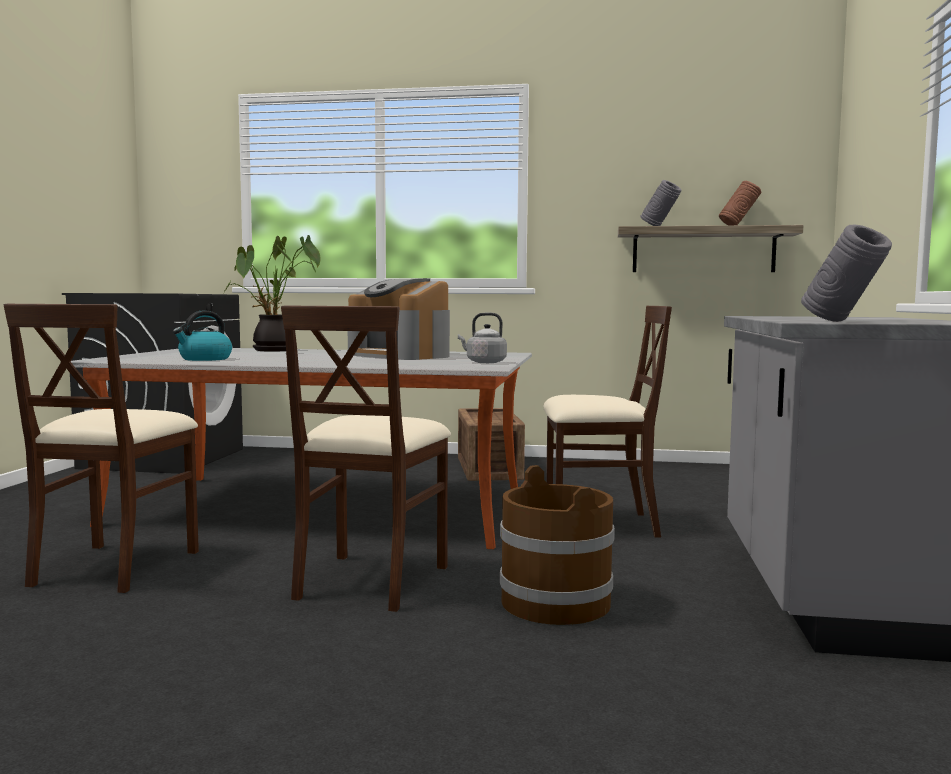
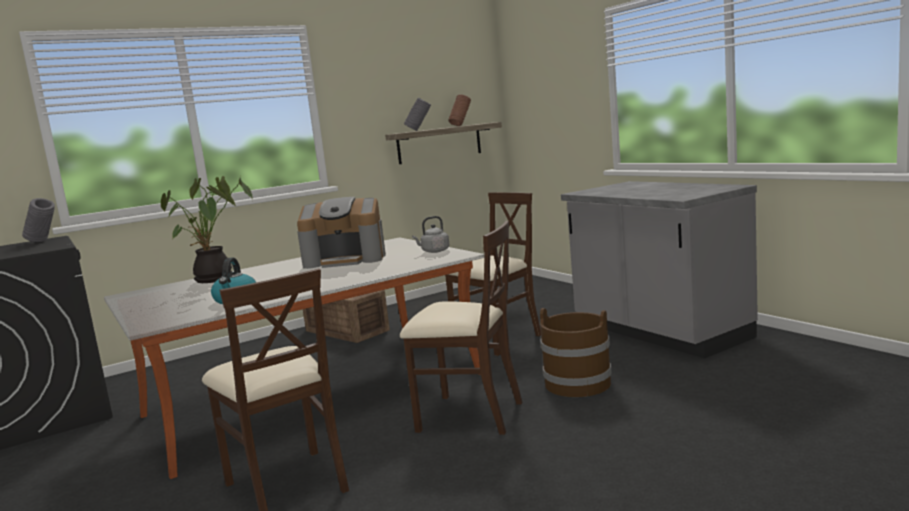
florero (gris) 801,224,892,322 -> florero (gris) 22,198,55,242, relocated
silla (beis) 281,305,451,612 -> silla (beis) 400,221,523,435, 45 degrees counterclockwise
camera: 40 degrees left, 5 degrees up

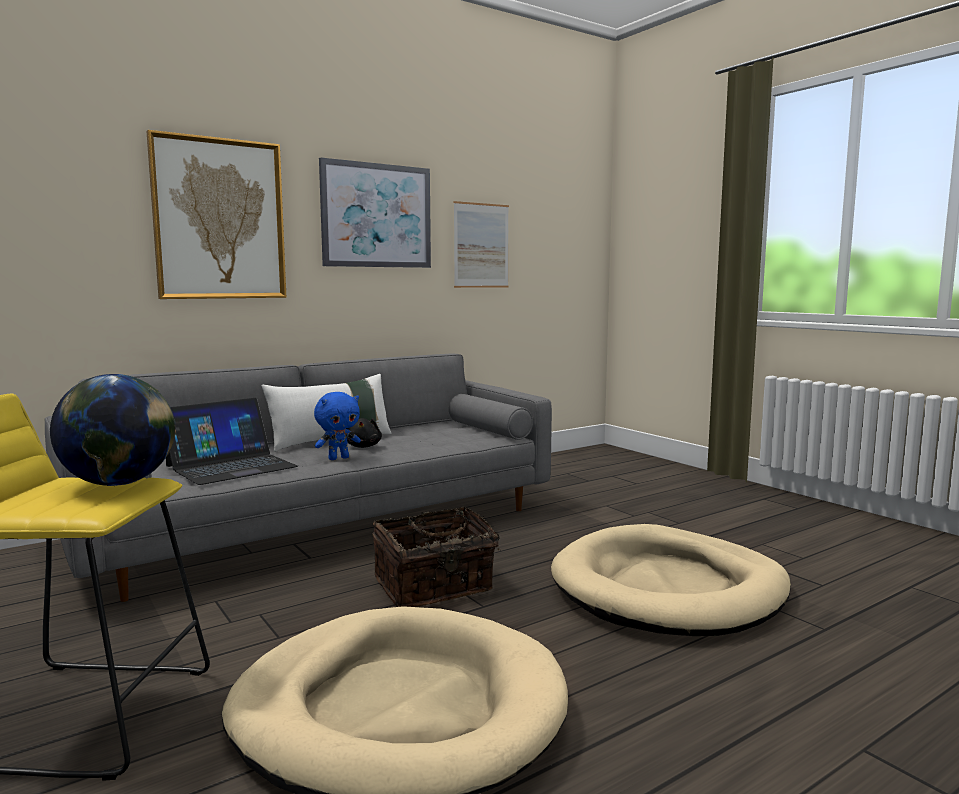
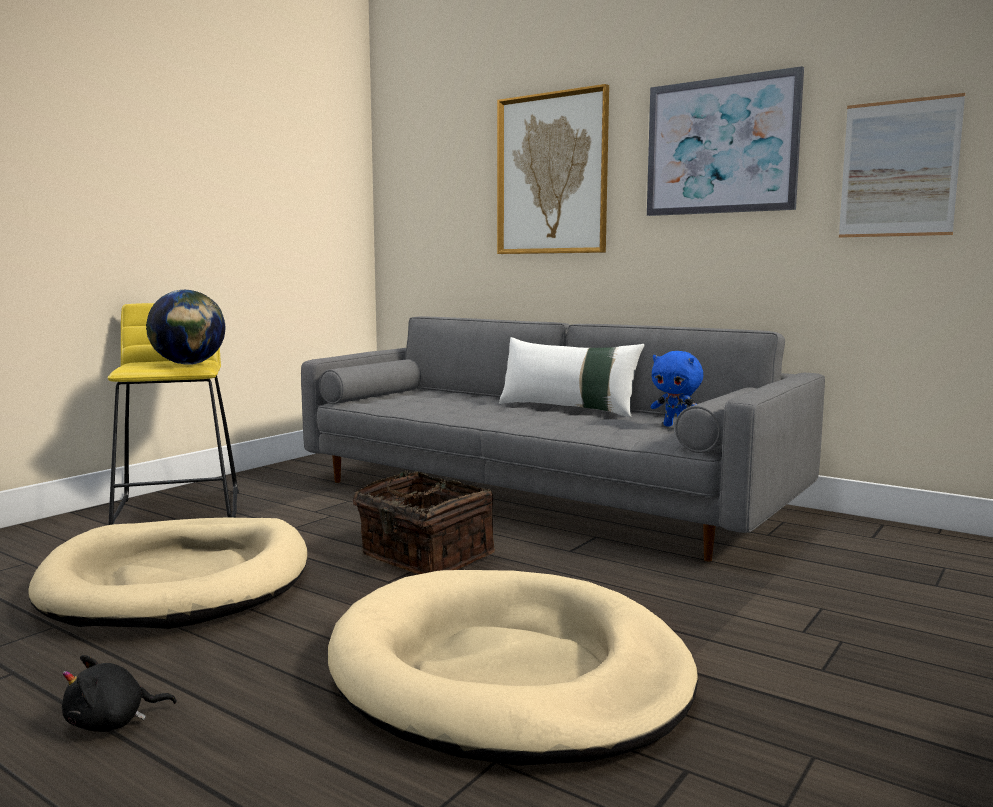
peluche (azul) 314,392,361,460 -> peluche (azul) 651,351,703,427, relocated
portátil 166,398,298,485 -> none
peluche (negro) 346,418,382,448 -> peluche (negro) 62,655,177,732, relocated
camera: 70 degrees right, 0 degrees up

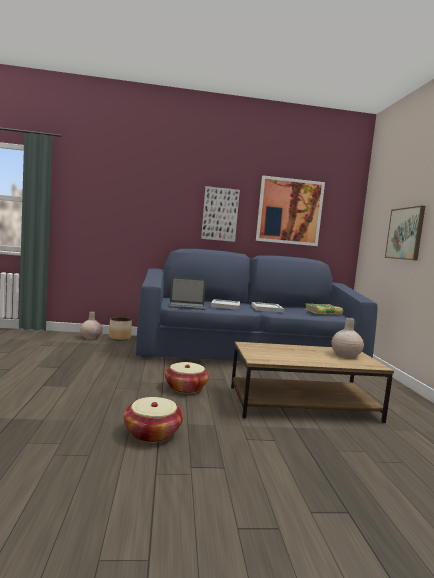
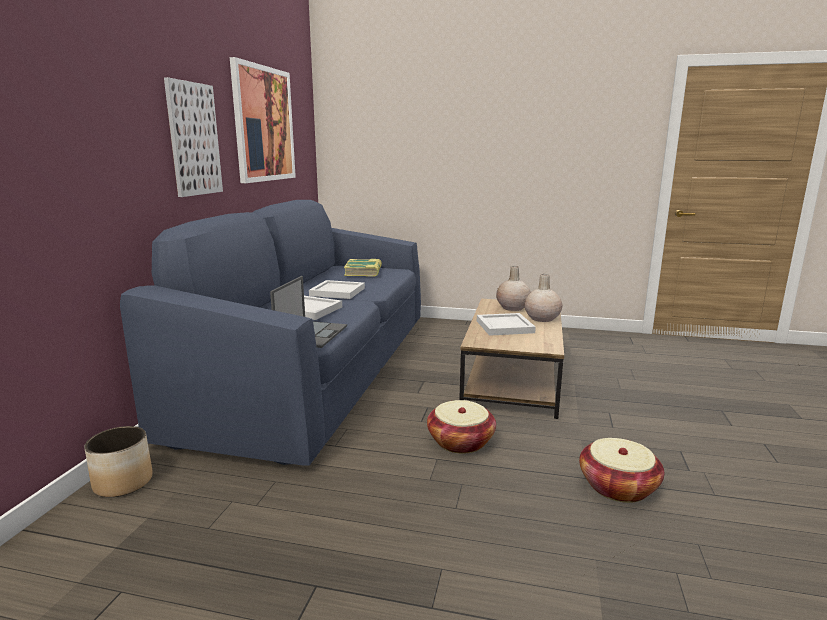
cuadro 385,206,425,261 -> none
florero (beis) 80,311,103,339 -> florero (beis) 525,274,562,322, relocated
none -> bandeja (blanco) 477,313,536,336
camera: 70 degrees left, 10 degrees up

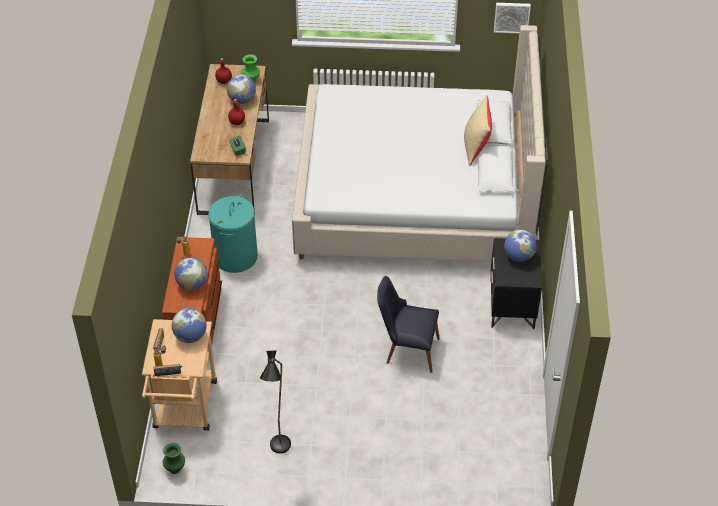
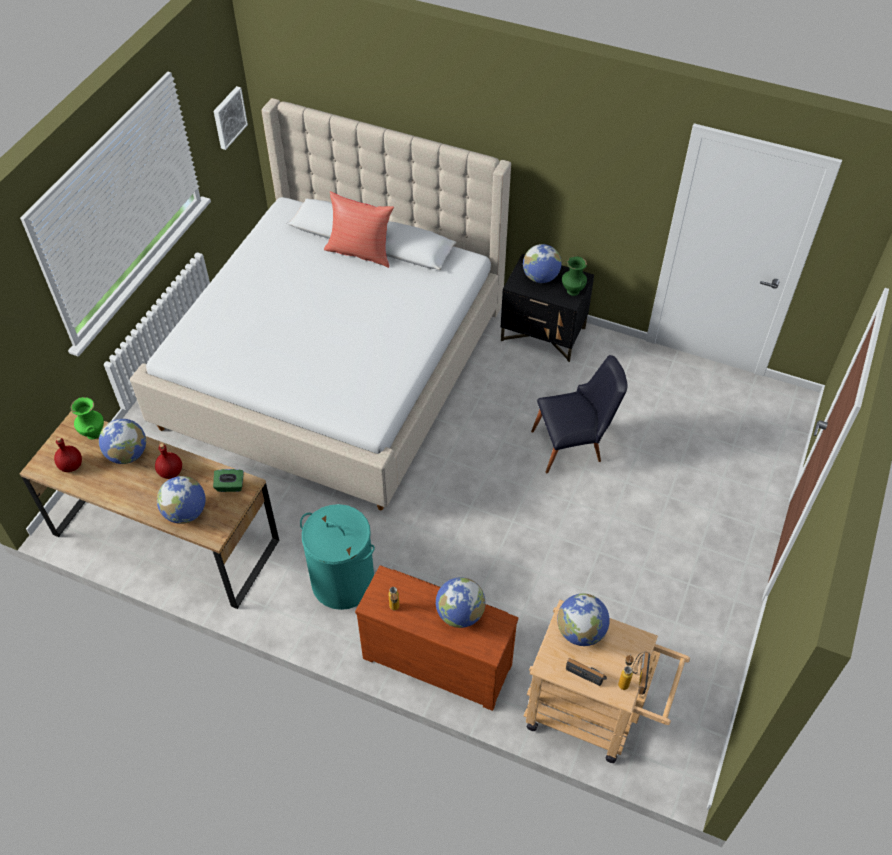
cojín (beis) 464,96,492,166 -> cojín (rojo) 324,191,394,268
silla (negro) 377,276,440,373 -> silla (negro) 531,355,627,473, 135 degrees counterclockwise
lámpara de pie (negro) 260,350,291,453 -> none
florero (verde) 163,443,185,474 -> florero (verde) 562,256,587,296, relocated
none -> globo terráqueo 157,476,206,524
camera: 70 degrees left, 5 degrees up

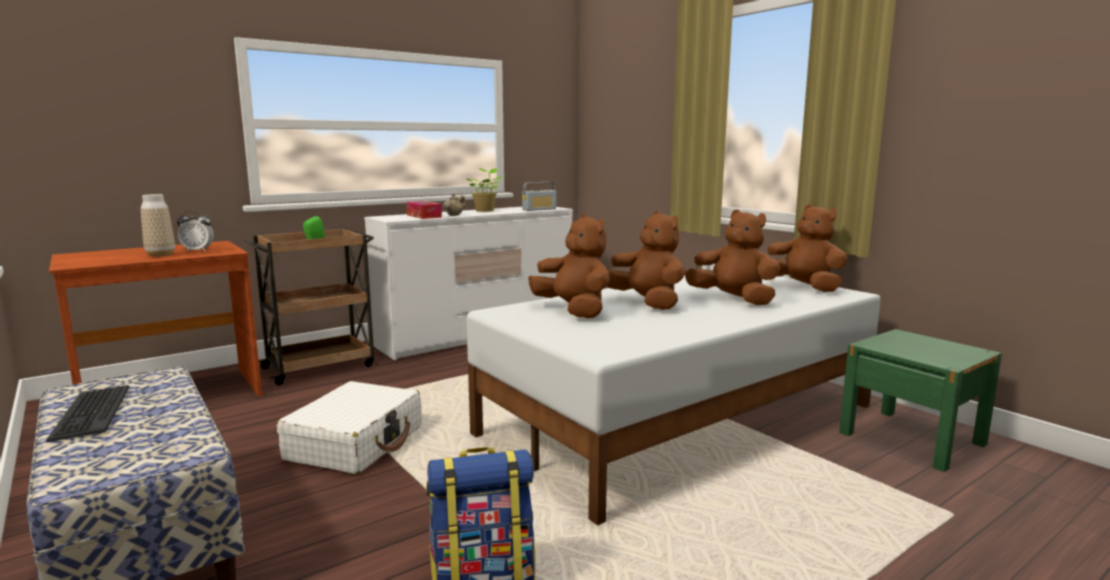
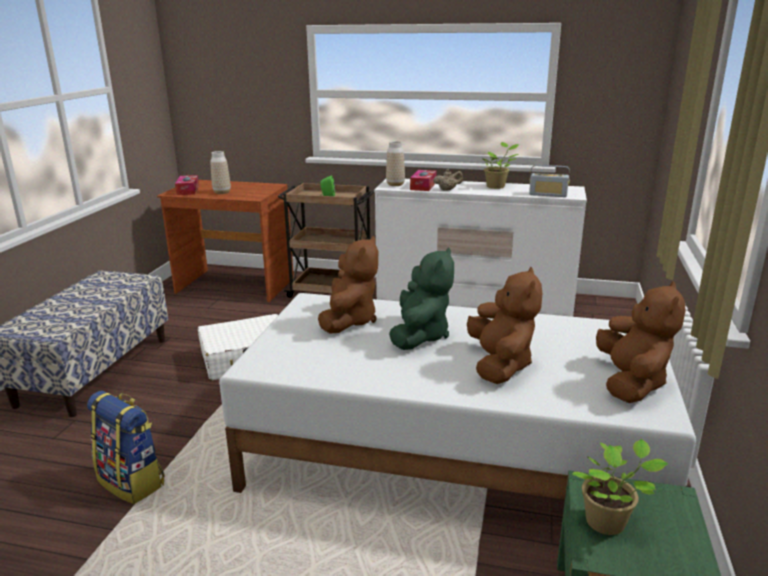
despertador 177,210,214,252 -> none
peluche (marrón) 607,211,685,310 -> peluche (verde) 389,247,454,350
teclado 47,385,129,442 -> none
none -> florero 386,141,405,186
none -> caja de pañuelos 175,175,199,195
none -> planta en maceta 572,439,668,535
camera: 50 degrees right, 10 degrees up

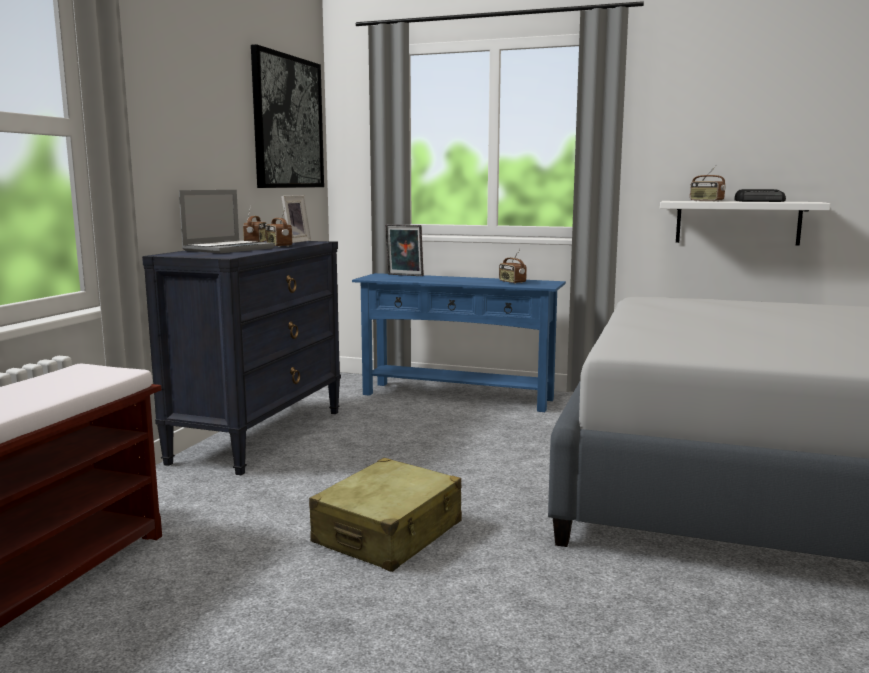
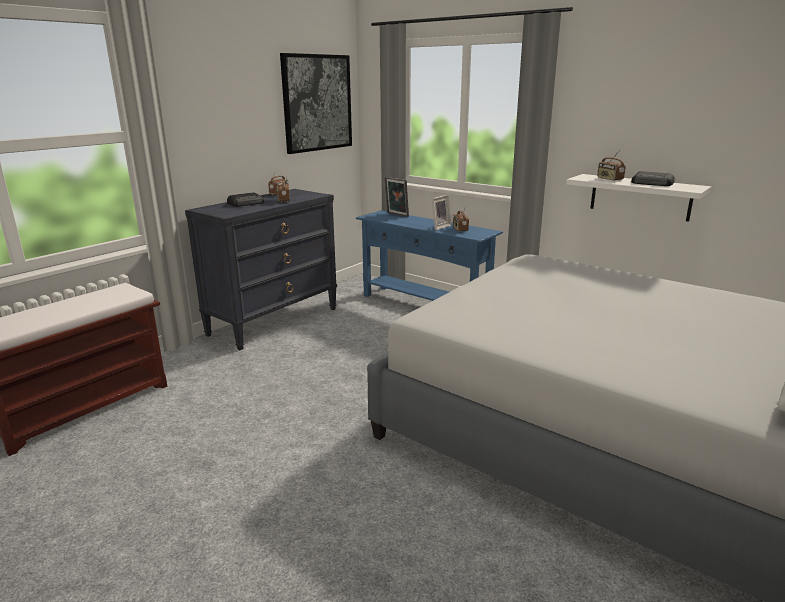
portátil 179,190,275,253 -> radio 227,192,264,207
portarretratos 281,195,311,243 -> portarretratos 432,195,451,230, relocated
maleta (beis) 309,458,462,572 -> none
camera: 20 degrees right, 10 degrees up

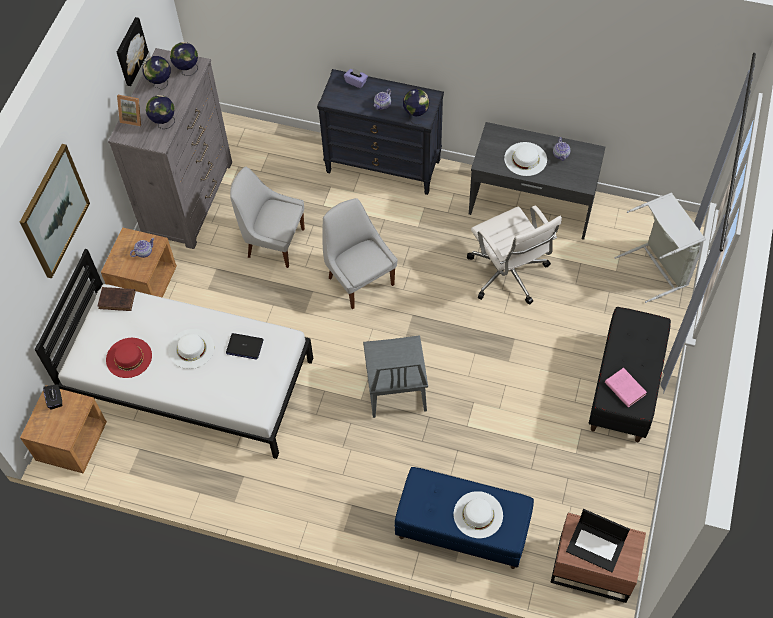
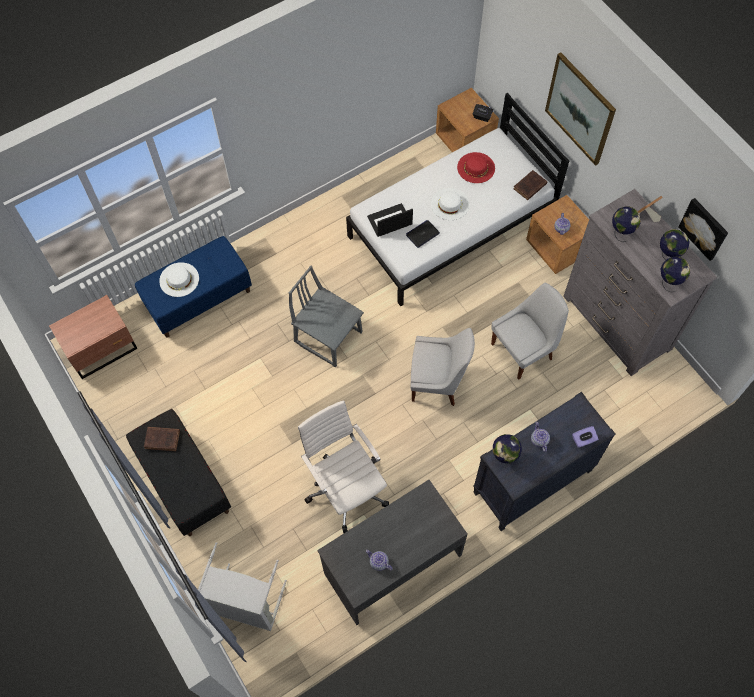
sombrero (blanco) 504,142,547,176 -> none
silla de oficina (blanco) 467,205,562,304 -> silla de oficina (blanco) 298,400,389,533, 45 degrees clockwise
libro (rosa) 605,368,647,407 -> libro (marrón) 144,427,180,451
portátil 566,509,630,572 -> portátil 367,203,413,237, relocated
camera: 130 degrees right, 5 degrees up

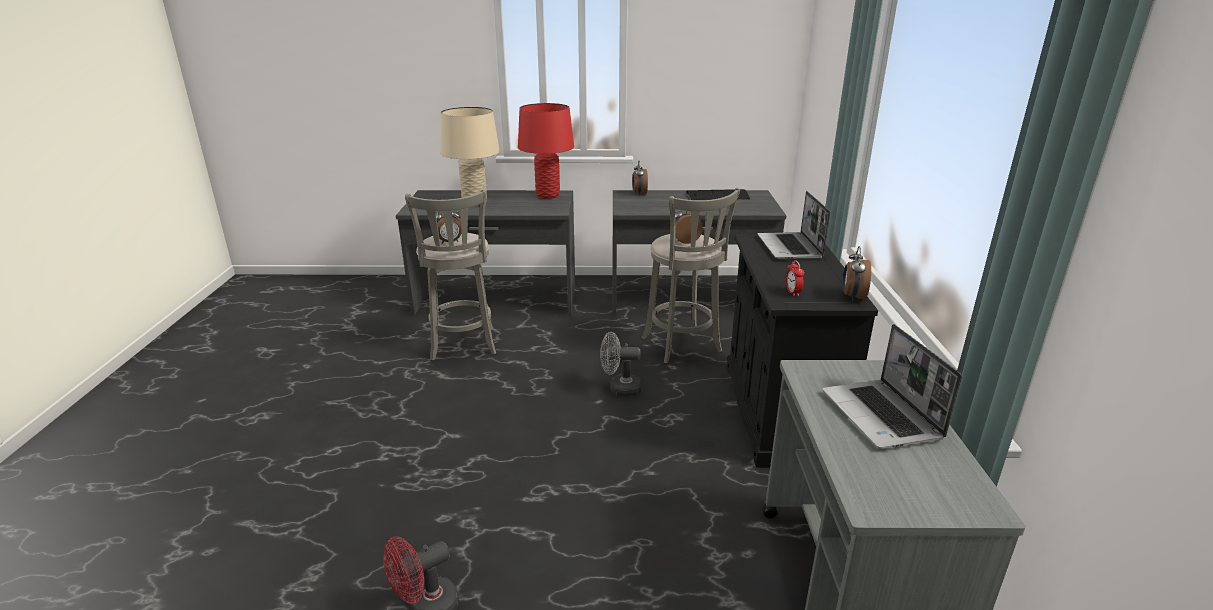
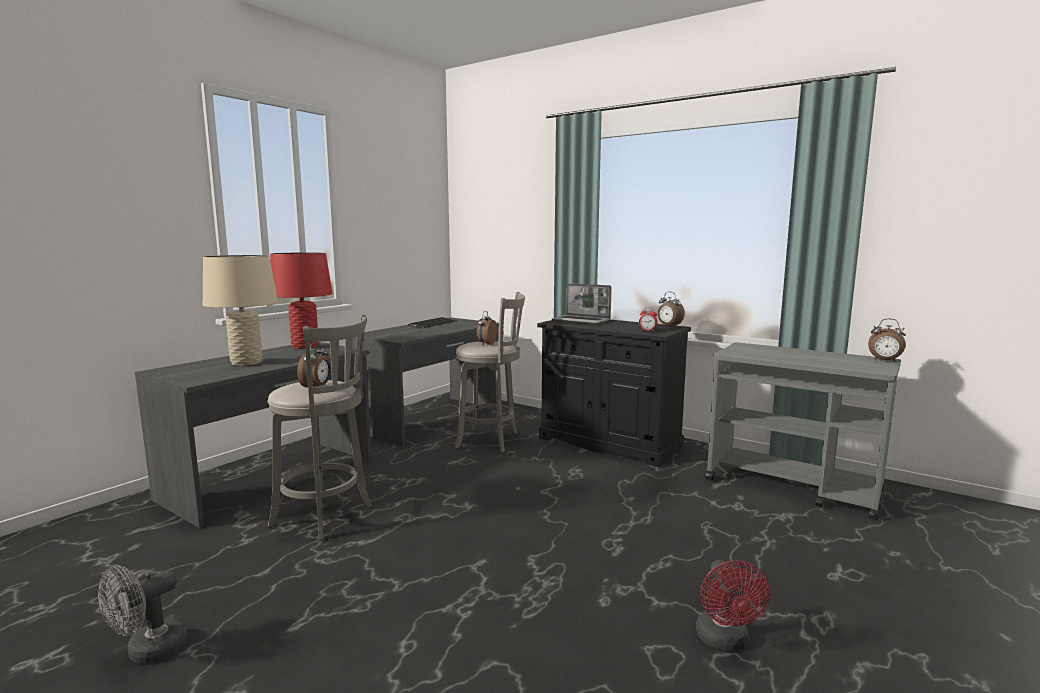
despertador 632,161,648,196 -> despertador 868,319,906,362, relocated
portátil 822,324,962,449 -> none
ventilador (gris) 600,332,642,397 -> ventilador (gris) 98,566,187,664, relocated
camera: 55 degrees left, 15 degrees down

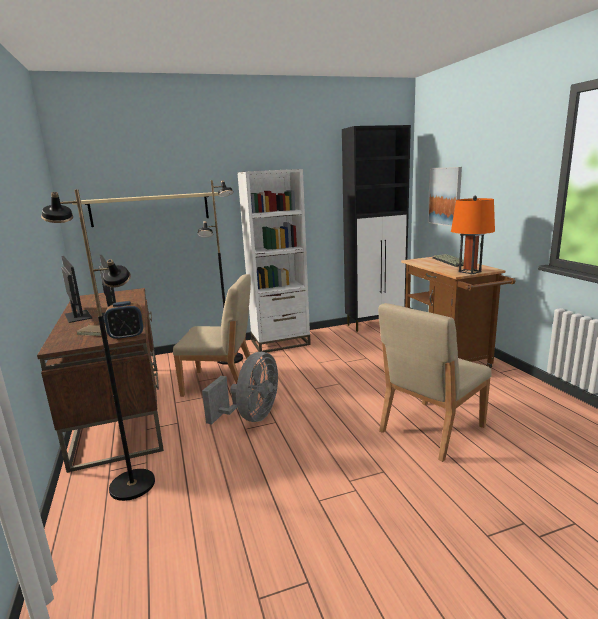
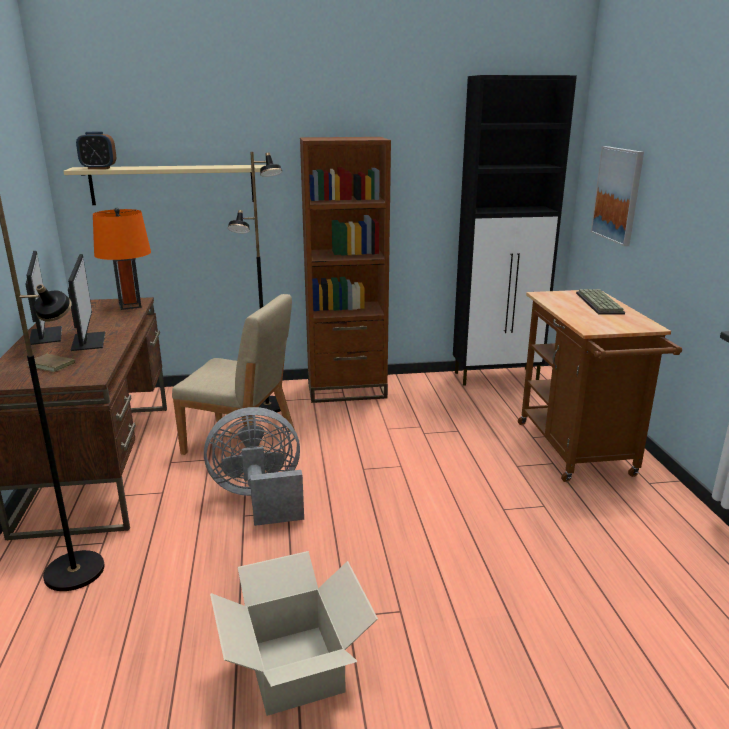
estantería (blanco) 237,169,311,352 -> estantería (marrón) 300,137,391,403
lámpara de mesa (naranja) 451,196,495,274 -> lámpara de mesa (naranja) 93,208,151,310, relocated
despertador 104,301,144,340 -> despertador 76,132,116,169, relocated
silla (beis) 378,303,492,462 -> none
ventilador (gris) 202,352,278,424 -> ventilador (gris) 204,407,304,526, 135 degrees counterclockwise
none -> caja de cartón 210,551,378,716
camera: 10 degrees right, 5 degrees up

